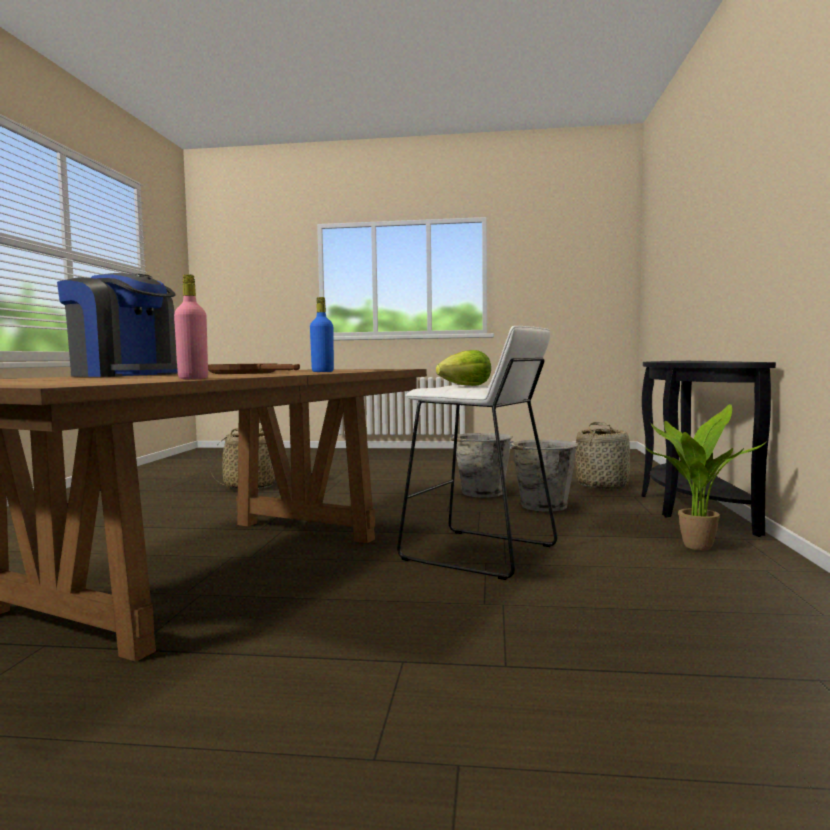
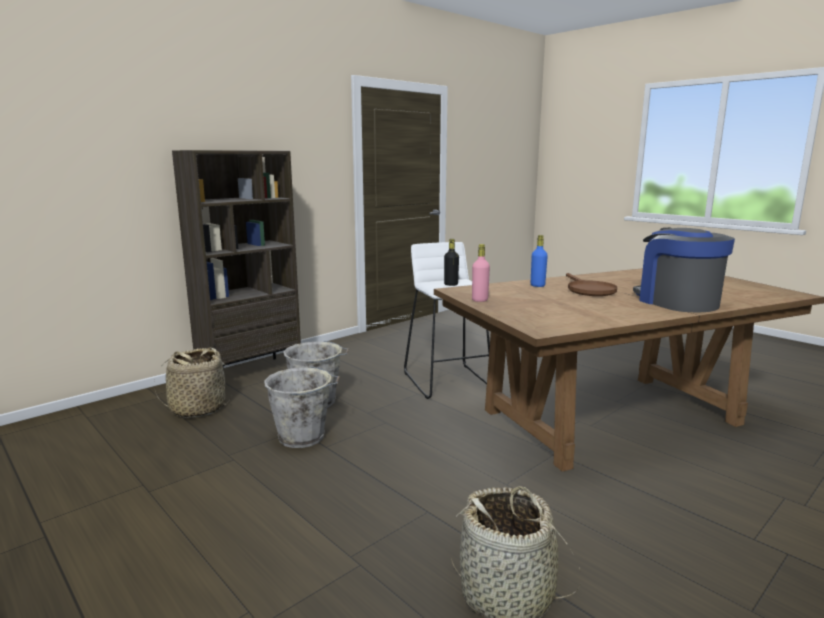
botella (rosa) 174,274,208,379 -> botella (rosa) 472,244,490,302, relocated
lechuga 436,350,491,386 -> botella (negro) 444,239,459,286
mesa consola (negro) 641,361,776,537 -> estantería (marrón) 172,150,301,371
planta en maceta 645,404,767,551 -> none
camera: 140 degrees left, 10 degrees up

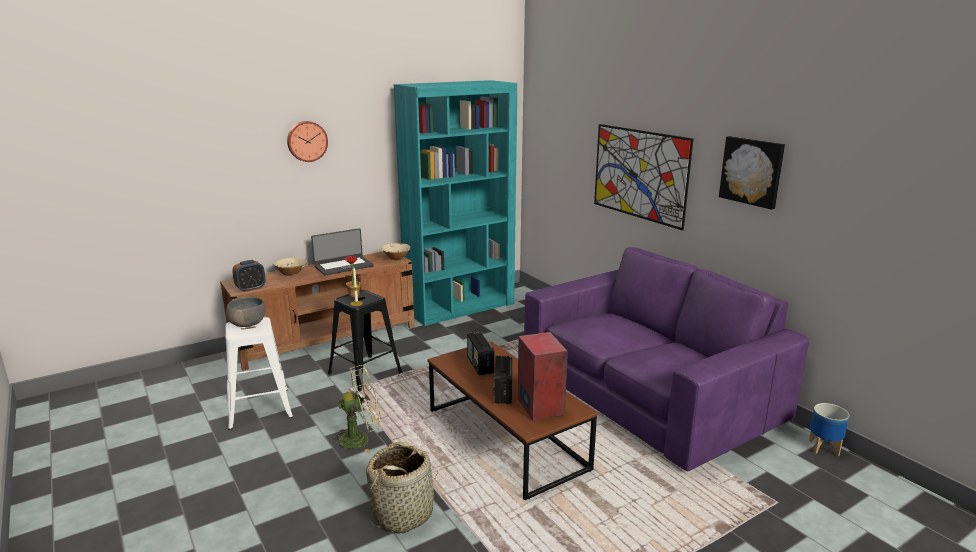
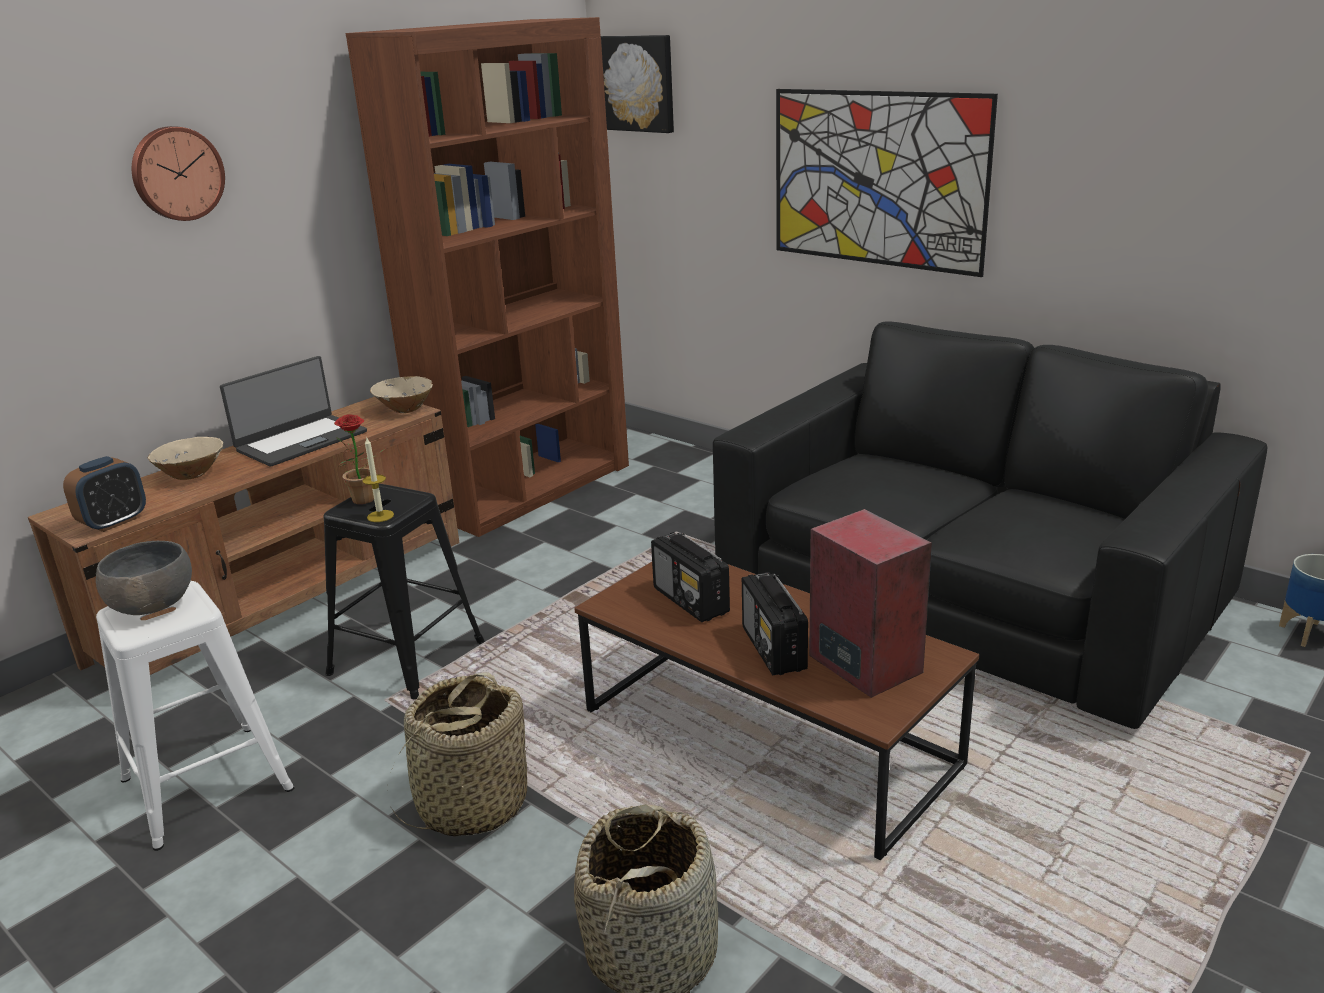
estantería (turquesa) 393,80,517,326 -> estantería (marrón) 345,17,629,537
cuadro 719,136,785,209 -> cuadro 600,35,674,133, relocated
sofá (morado) 524,247,809,471 -> sofá (negro) 713,322,1267,729
ventilador (verde) 329,365,382,453 -> cesta 387,672,527,837
camera: 15 degrees left, 5 degrees up

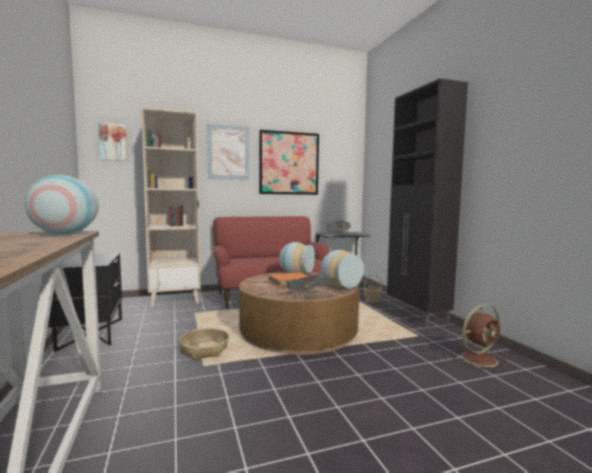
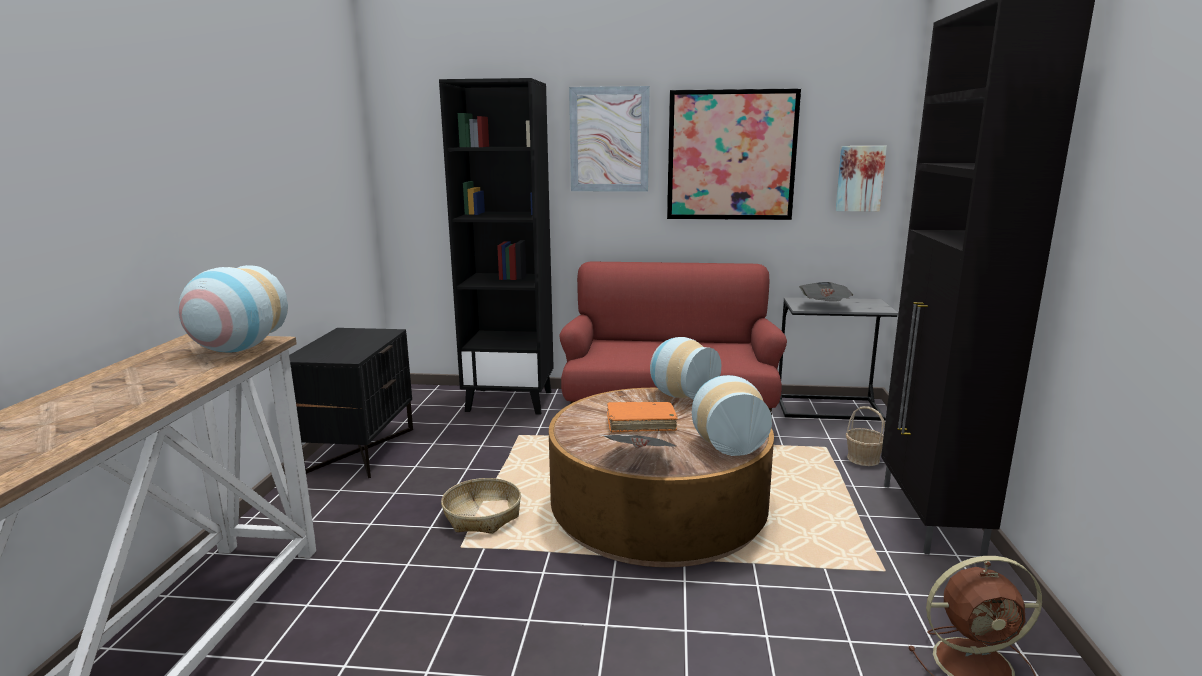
estantería (beis) 141,107,201,307 -> estantería (negro) 439,78,554,415
cuadro 98,122,127,161 -> cuadro 835,146,887,212, relocated
camera: 25 degrees right, 10 degrees up

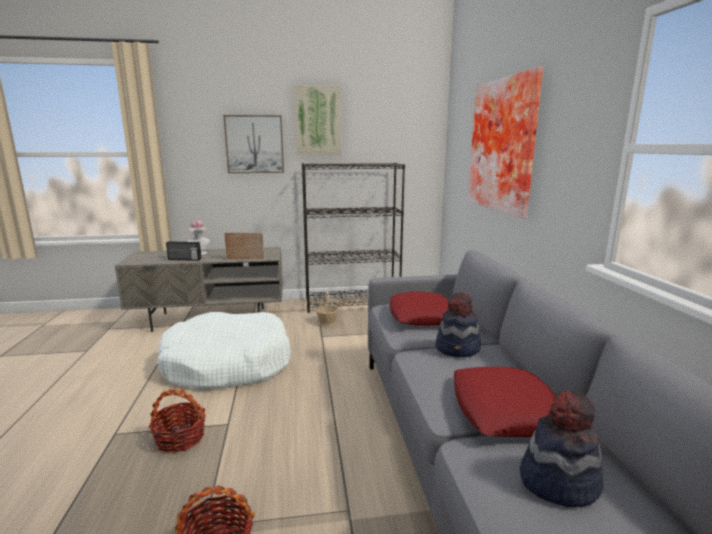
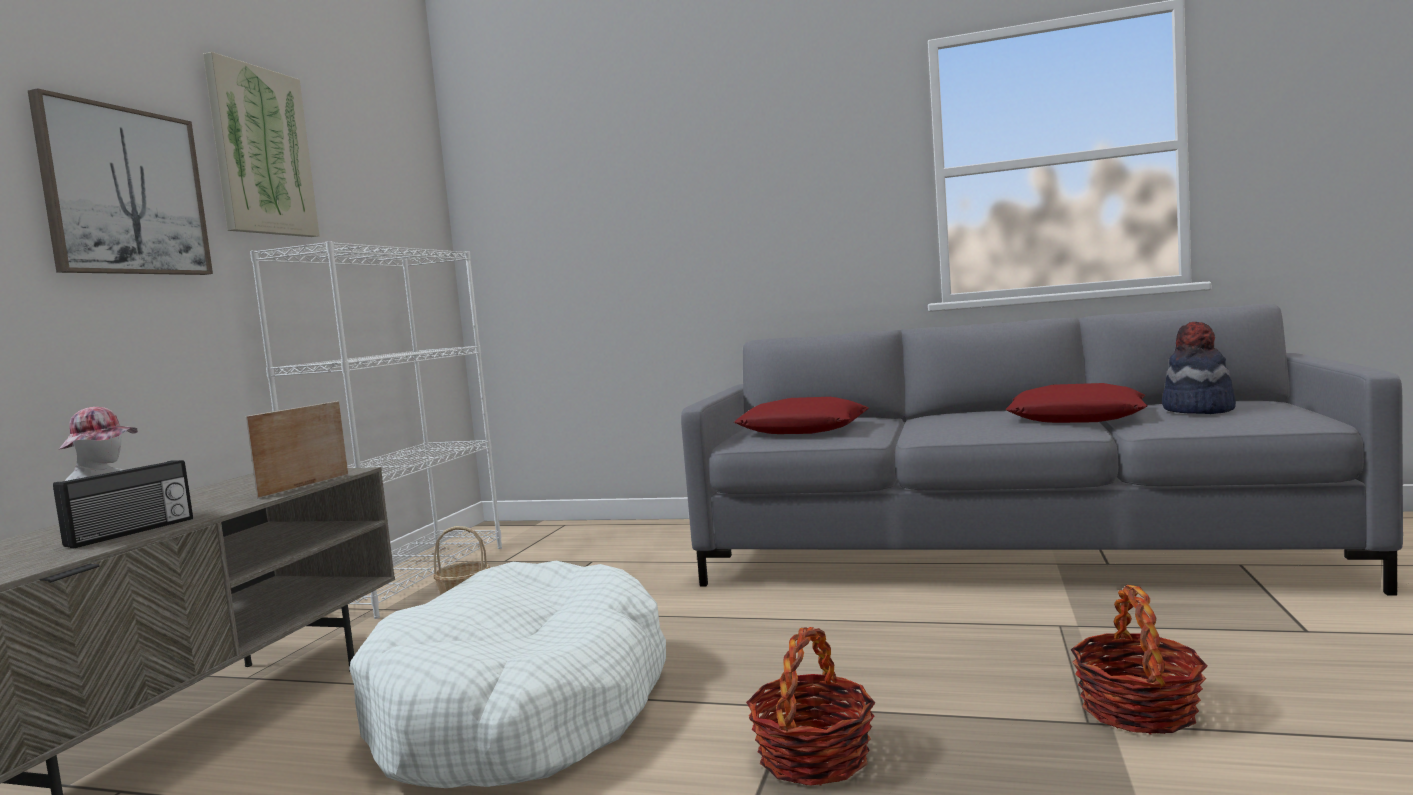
cuadro 468,67,543,218 -> none
estantería (negro) 302,163,405,313 -> estantería (blanco) 250,241,502,619
sombrero 435,292,481,357 -> none
camera: 65 degrees left, 10 degrees down

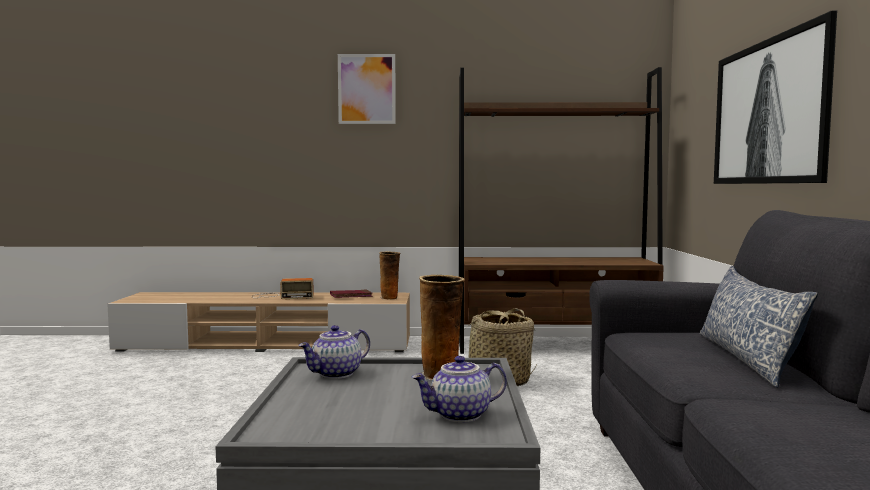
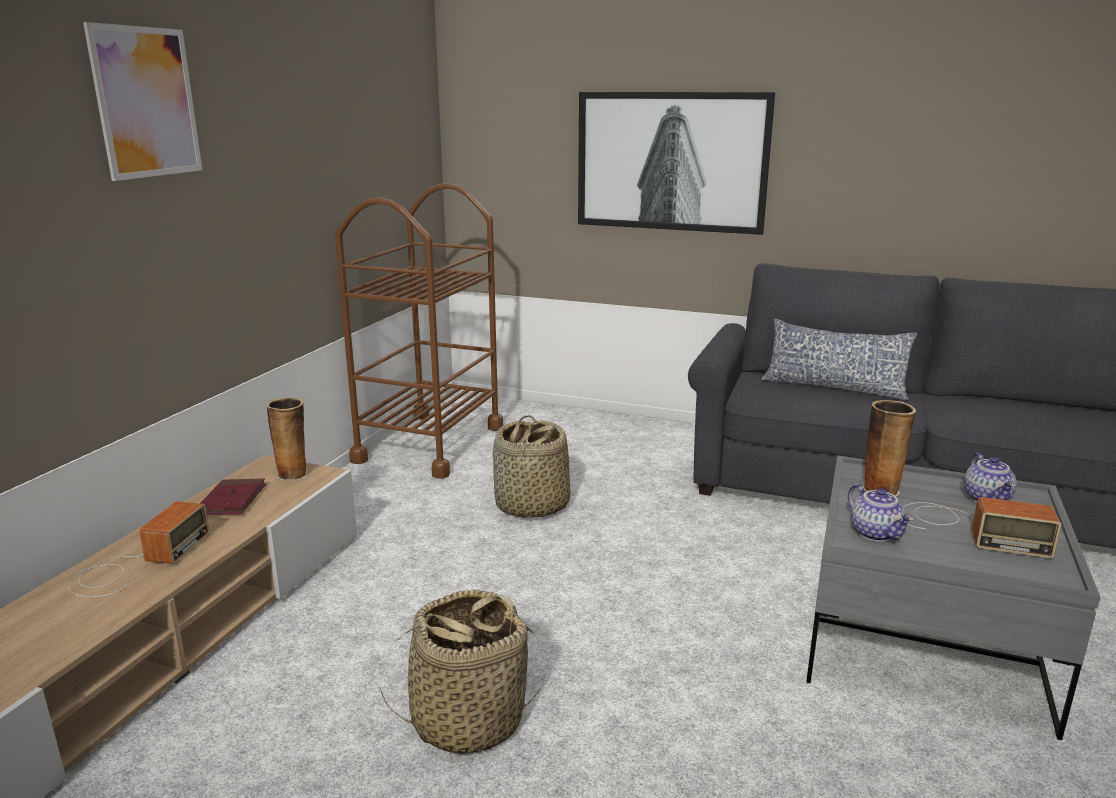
estantería (marrón) 459,67,664,354 -> carrito (marrón) 335,183,503,478
none -> radio 903,497,1062,558
none -> cesta 379,589,541,755
camera: 70 degrees left, 15 degrees up

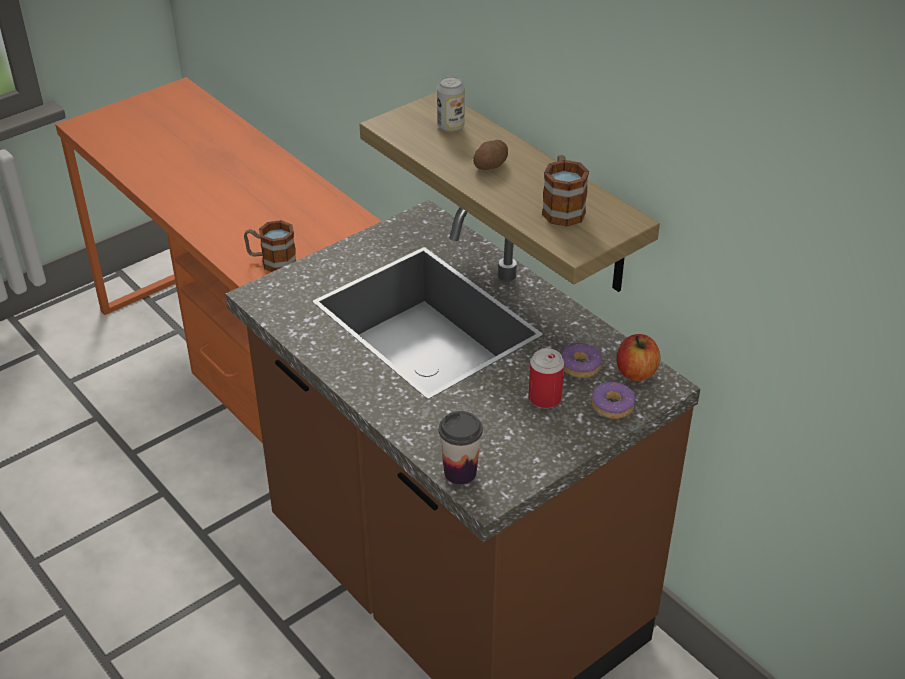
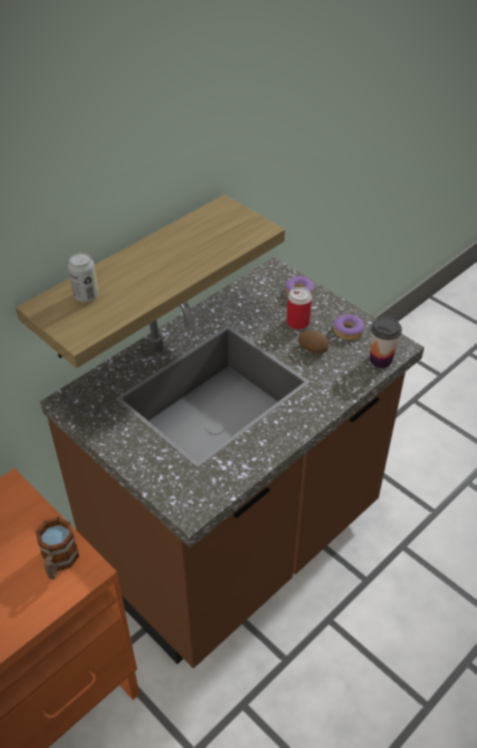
patata 473,140,508,170 -> patata 298,330,329,354, relocated
taza grande 542,155,589,227 -> none
manzana 617,334,661,381 -> none
rosquilla 561,343,602,378 -> rosquilla 333,314,364,340, relocated
camera: 95 degrees left, 5 degrees up

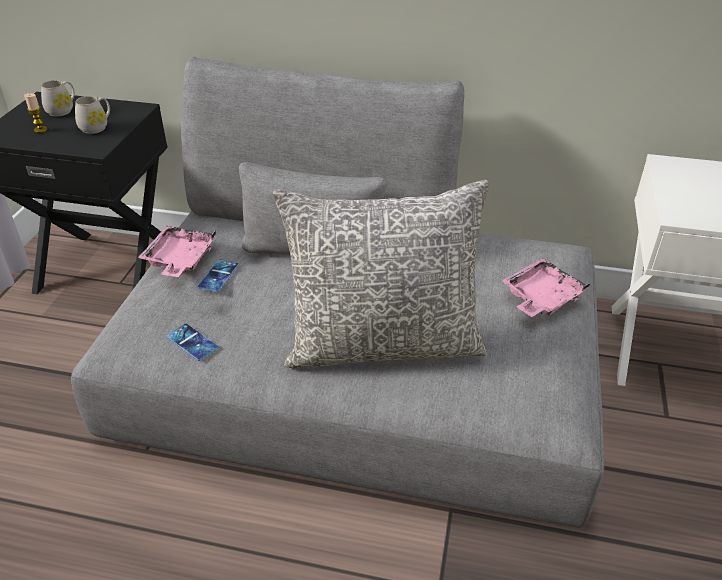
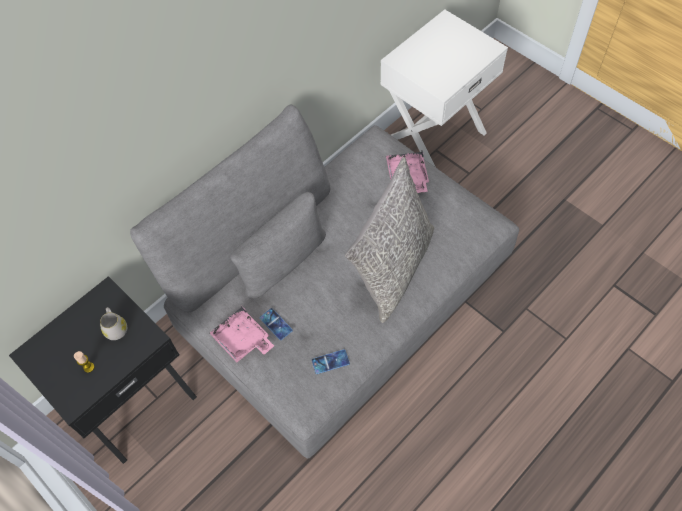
taza grande (blanco) 41,80,75,116 -> none
camera: 55 degrees left, 20 degrees up

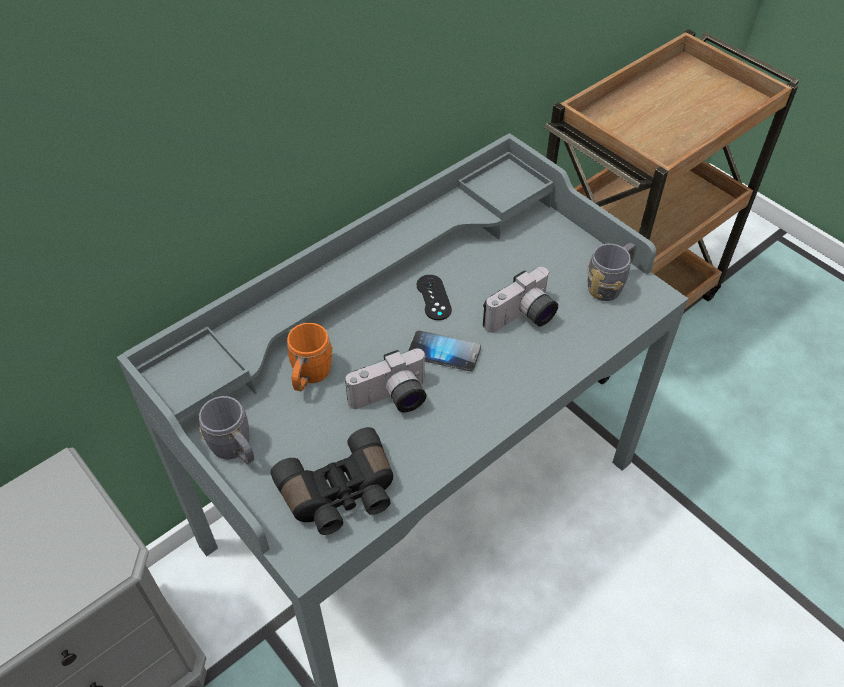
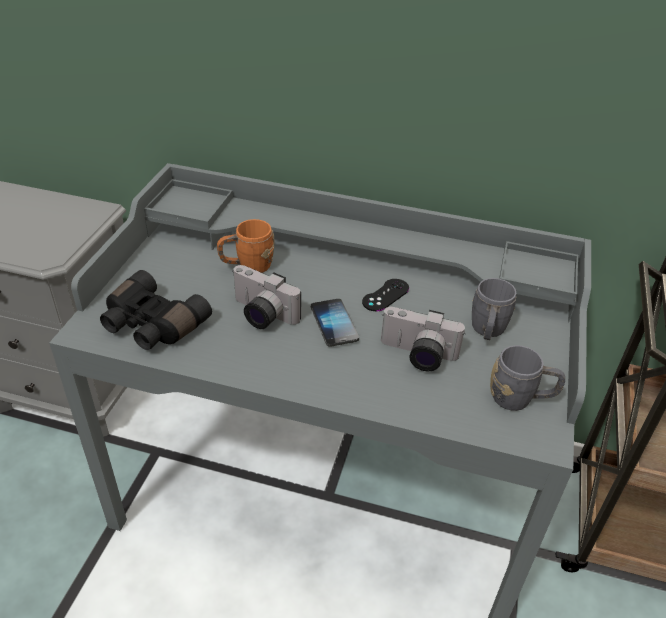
taza grande (gris) 199,396,254,464 -> taza grande (gris) 472,278,516,340, relocated
camera: 55 degrees right, 10 degrees down

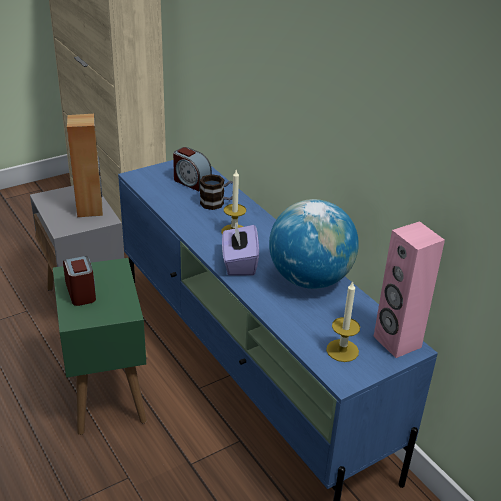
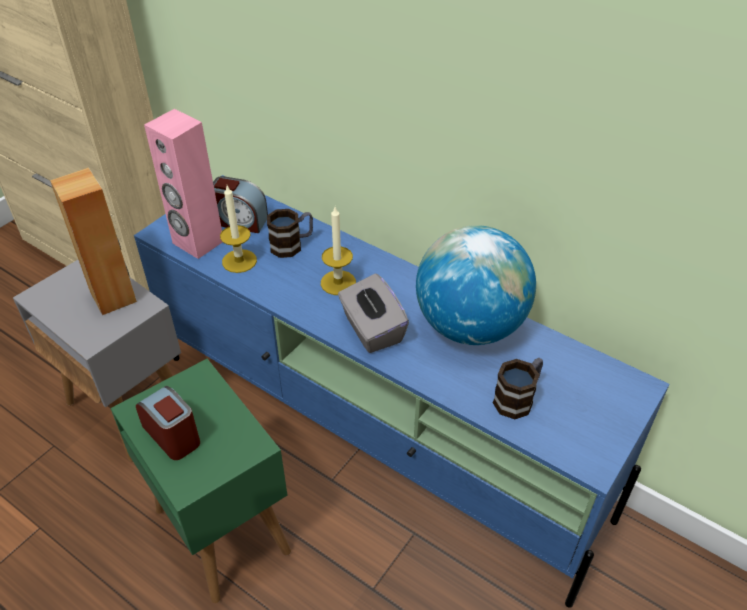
altavoz (rosa) 373,221,445,358 -> altavoz (rosa) 144,109,222,259, relocated
caja de pañuelos (morado) 222,222,259,276 -> caja de pañuelos (gris) 338,274,409,353
vela 326,281,360,362 -> vela 220,186,257,273, relocated
none -> taza grande 493,358,543,419
camera: 20 degrees left, 10 degrees up

